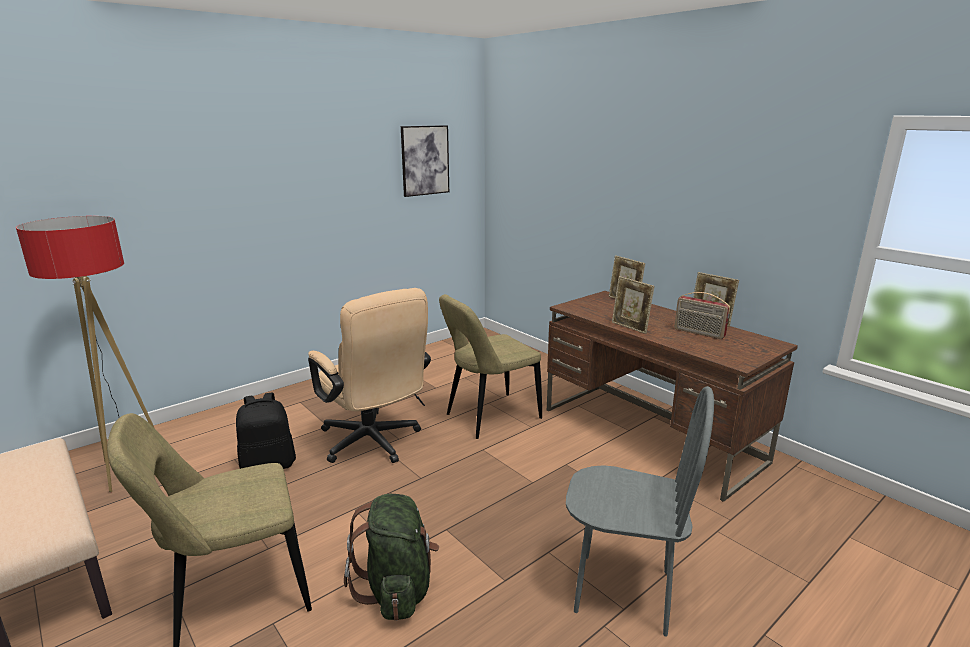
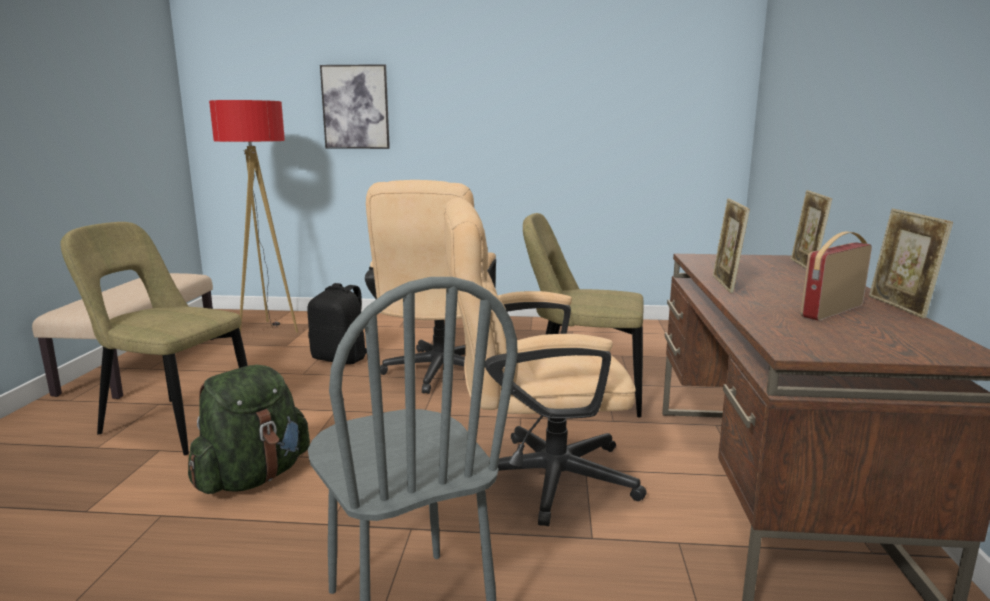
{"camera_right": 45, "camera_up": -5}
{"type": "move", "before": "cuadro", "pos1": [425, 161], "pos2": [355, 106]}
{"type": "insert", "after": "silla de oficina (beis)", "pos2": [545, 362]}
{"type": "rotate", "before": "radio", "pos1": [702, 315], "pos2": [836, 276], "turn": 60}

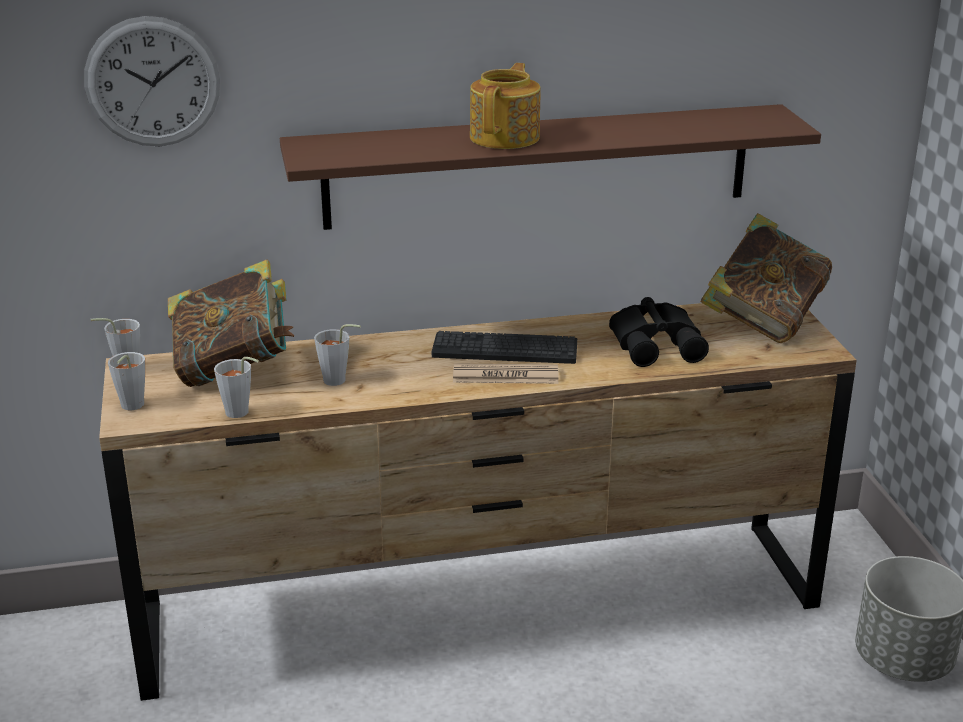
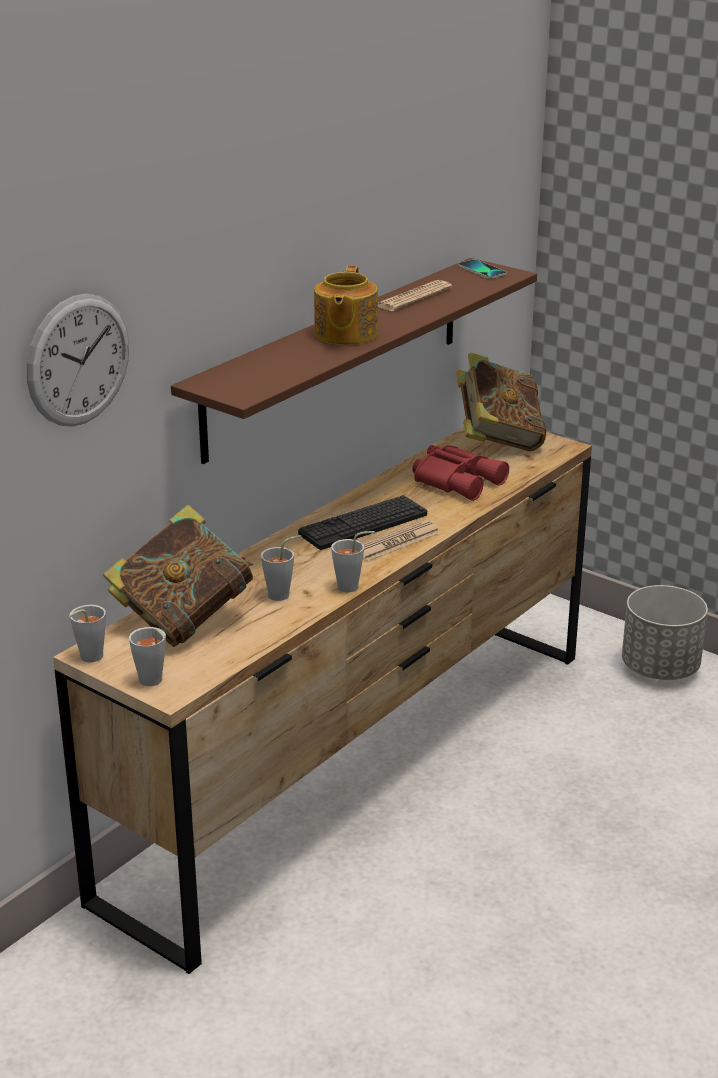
{"camera_right": -40, "camera_up": 0}
{"type": "rotate", "before": "tetera", "pos1": [505, 106], "pos2": [346, 305], "turn": -150}
{"type": "move", "before": "taza (gris)", "pos1": [236, 387], "pos2": [353, 561]}
{"type": "insert", "after": "periódico", "pos2": [415, 295]}
{"type": "recolor", "before": "prismáticos (negro)", "after": "prismáticos (rojo)", "pos1": [659, 332], "pos2": [460, 473]}
{"type": "insert", "after": "móvil", "pos2": [482, 269]}

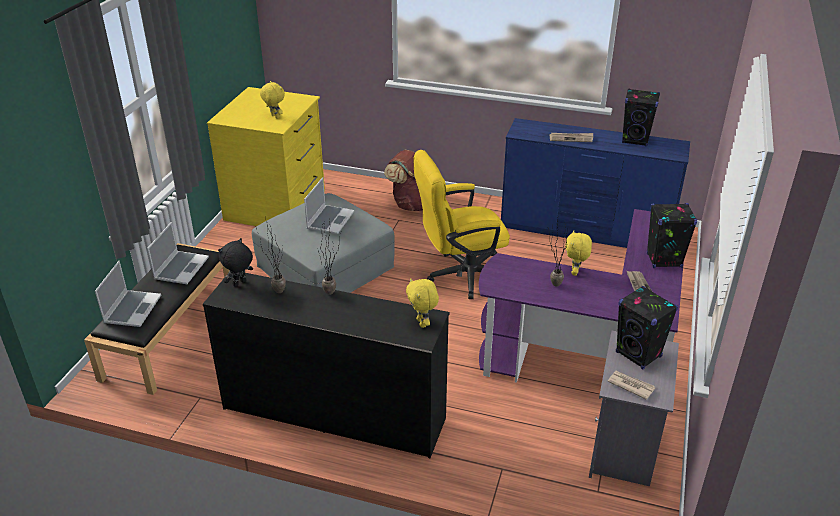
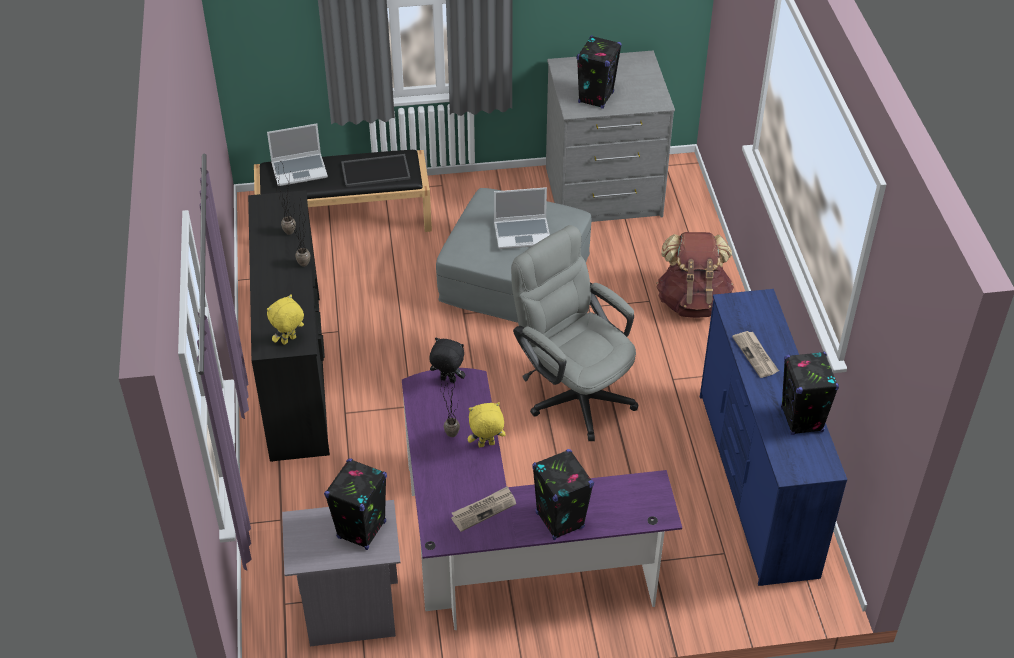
{"camera_right": 65, "camera_up": 10}
{"type": "replace", "before": "portátil", "after": "bandeja", "pos1": [178, 253], "pos2": [376, 170]}
{"type": "move", "before": "peluche (negro)", "pos1": [235, 262], "pos2": [447, 360]}
{"type": "recolor", "before": "silla de oficina (amarillo)", "after": "silla de oficina (gris)", "pos1": [462, 224], "pos2": [574, 333]}
{"type": "recolor", "before": "cómoda (amarillo)", "after": "cómoda (gris)", "pos1": [266, 156], "pos2": [610, 136]}
{"type": "replace", "before": "peluche (amarillo)", "after": "altavoz (negro)", "pos1": [272, 100], "pos2": [599, 72]}
{"type": "delete", "before": "periódico", "pos1": [631, 385]}

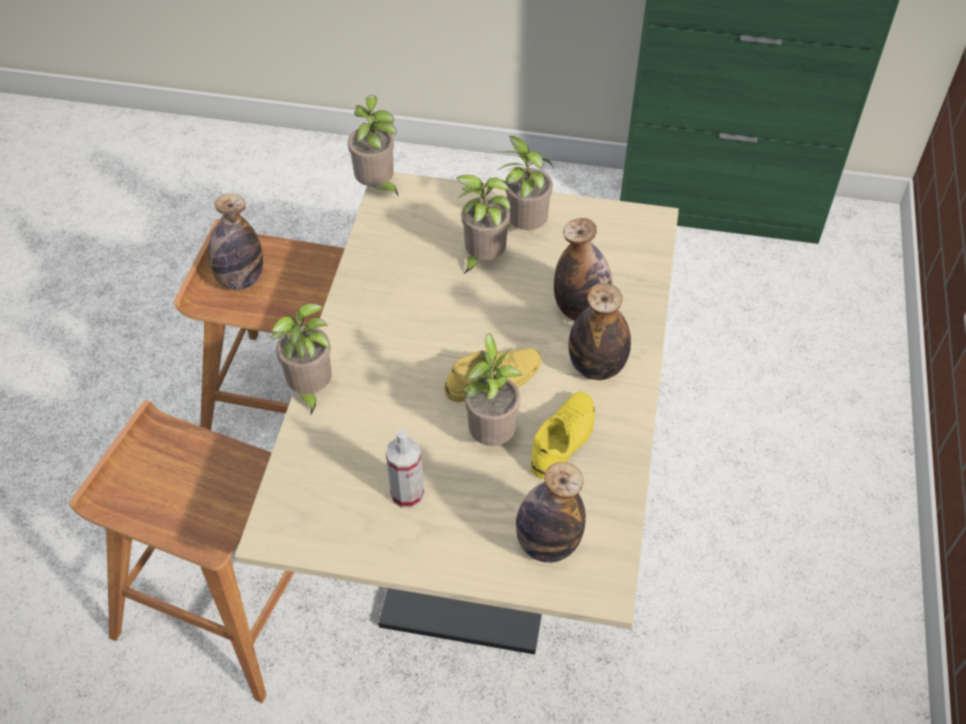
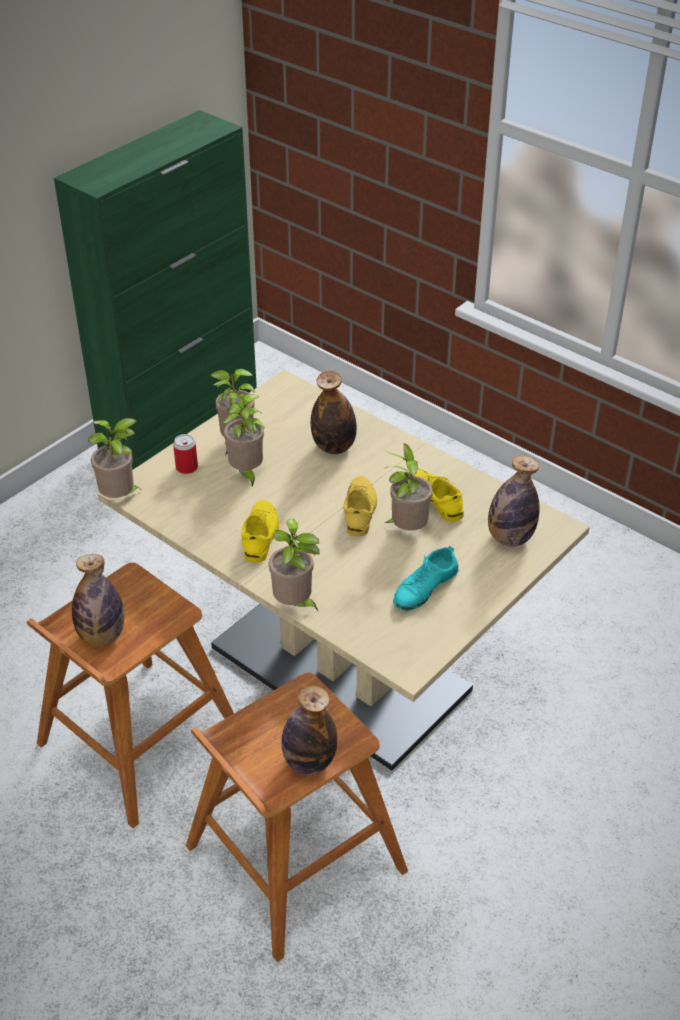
{"camera_right": -60, "camera_up": -10}
{"type": "insert", "after": "lata", "pos2": [185, 454]}
{"type": "insert", "after": "zapato (amarillo)", "pos2": [260, 531]}
{"type": "move", "before": "botella", "pos1": [600, 331], "pos2": [309, 730]}
{"type": "replace", "before": "pulverizador", "after": "zapato (turquesa)", "pos1": [405, 469], "pos2": [425, 578]}

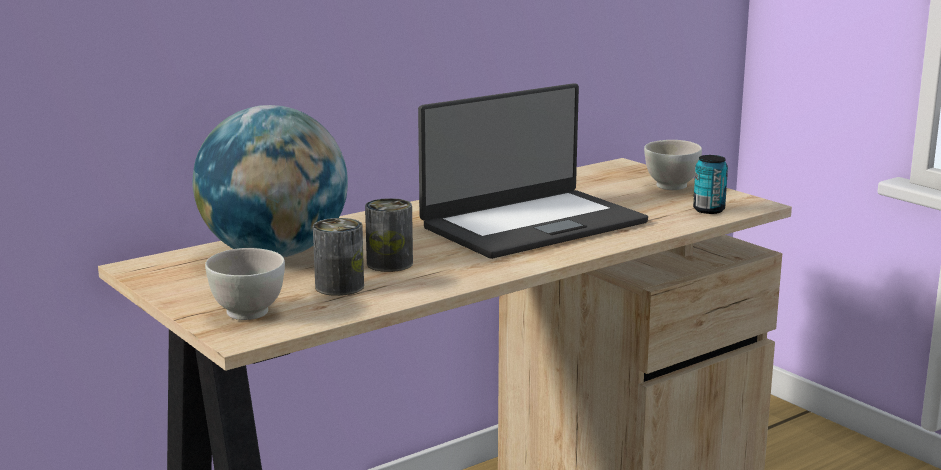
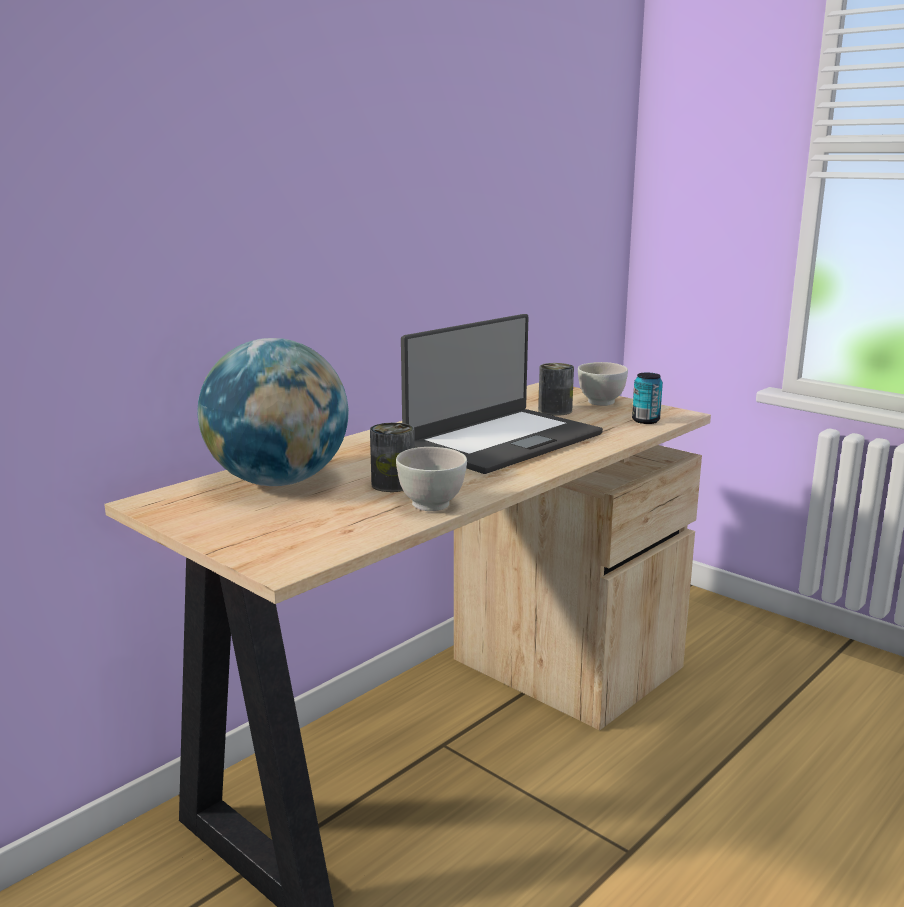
{"camera_right": -10, "camera_up": 0}
{"type": "move", "before": "cuenco (blanco)", "pos1": [245, 284], "pos2": [431, 479]}
{"type": "move", "before": "lata", "pos1": [338, 257], "pos2": [556, 389]}

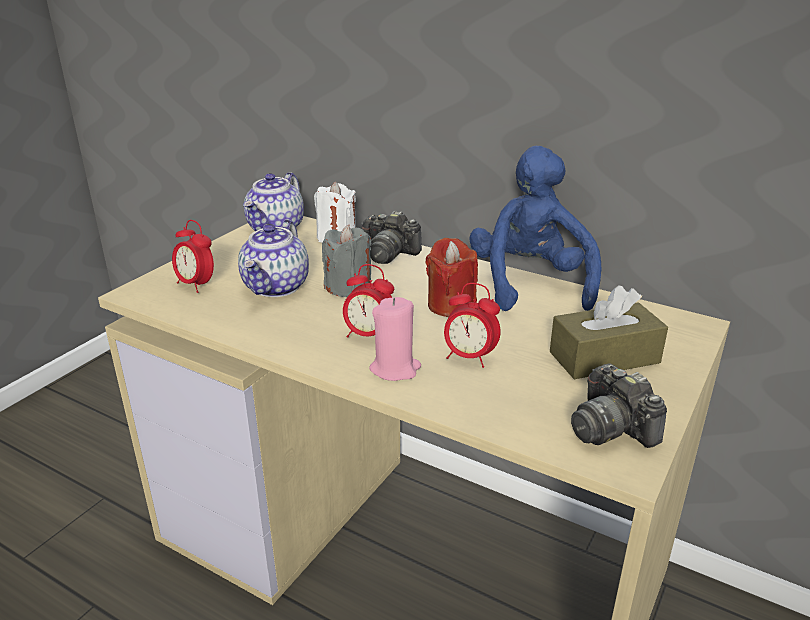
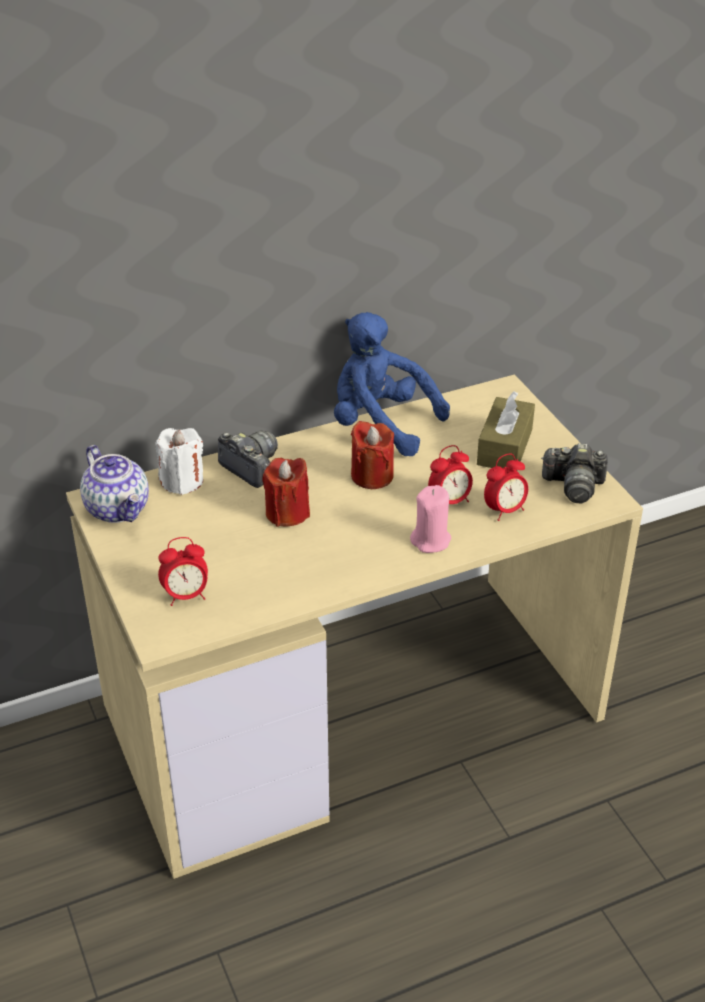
{"camera_right": -55, "camera_up": 10}
{"type": "rotate", "before": "cámara", "pos1": [391, 237], "pos2": [248, 459], "turn": -105}
{"type": "recolor", "before": "vela (gris)", "after": "vela (rojo)", "pos1": [346, 261], "pos2": [286, 492]}
{"type": "move", "before": "despertador", "pos1": [368, 301], "pos2": [506, 487]}
{"type": "delete", "before": "tetera", "pos1": [273, 258]}

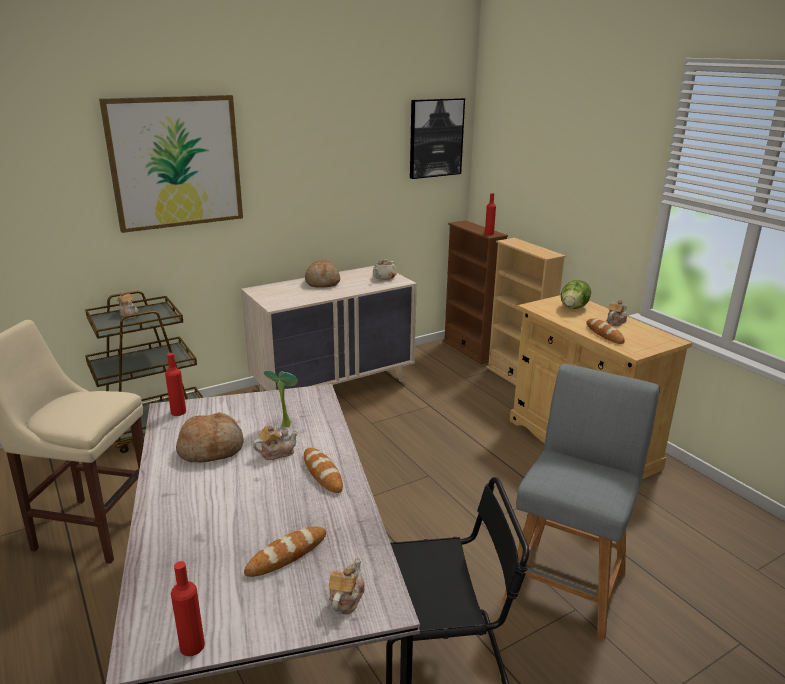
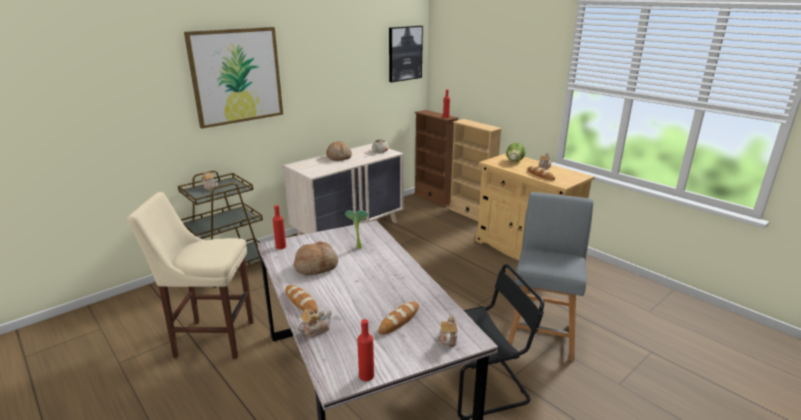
{"camera_right": -10, "camera_up": 0}
{"type": "move", "before": "pan", "pos1": [323, 470], "pos2": [301, 299]}
{"type": "move", "before": "tetera", "pos1": [275, 442], "pos2": [314, 323]}

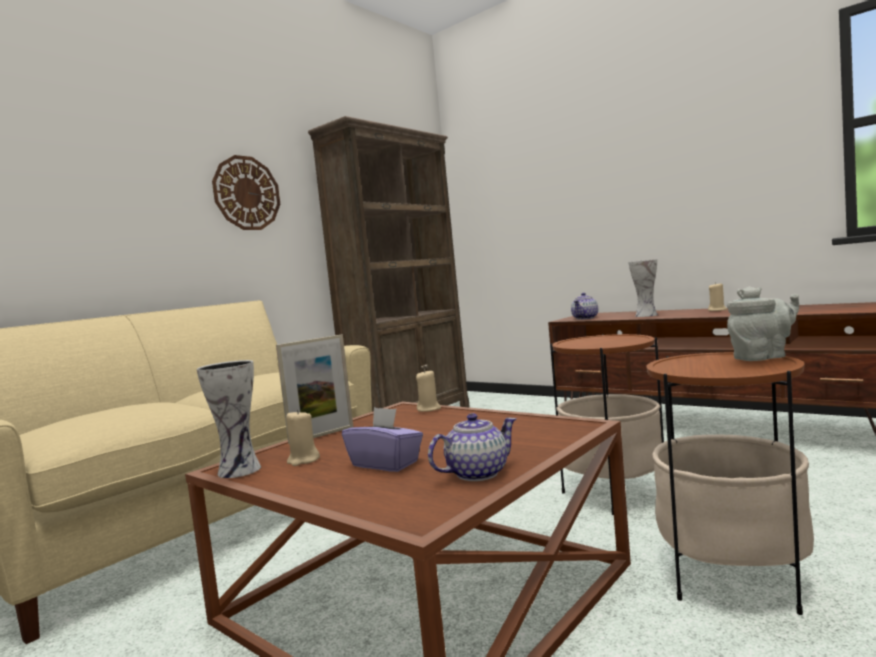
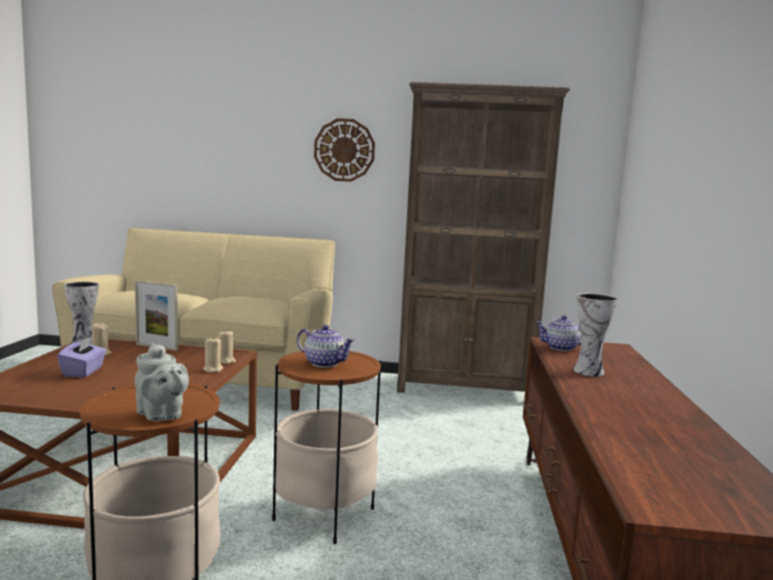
{"camera_right": 55, "camera_up": 5}
{"type": "move", "before": "vela (beis)", "pos1": [717, 297], "pos2": [213, 354]}
{"type": "move", "before": "tetera", "pos1": [472, 447], "pos2": [326, 346]}

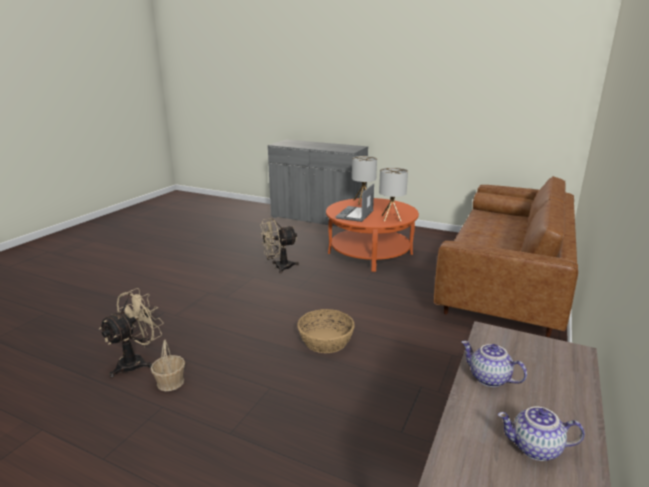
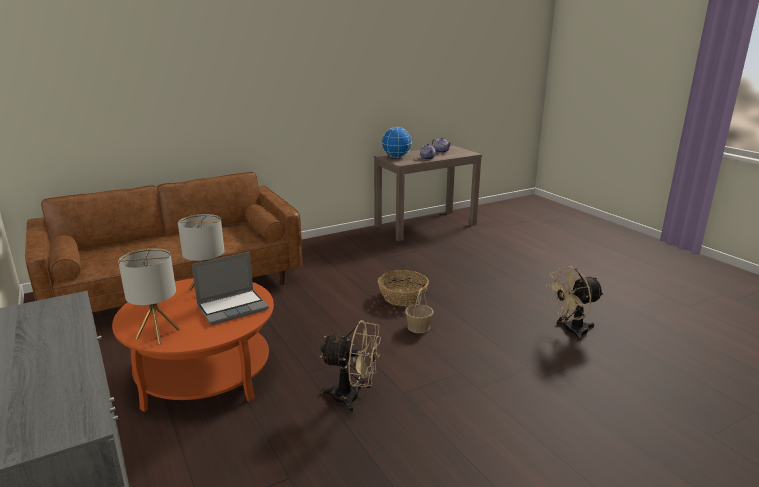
{"camera_right": -145, "camera_up": 0}
{"type": "insert", "after": "globo terráqueo", "pos2": [397, 142]}
{"type": "move", "before": "cesta", "pos1": [168, 365], "pos2": [419, 311]}

